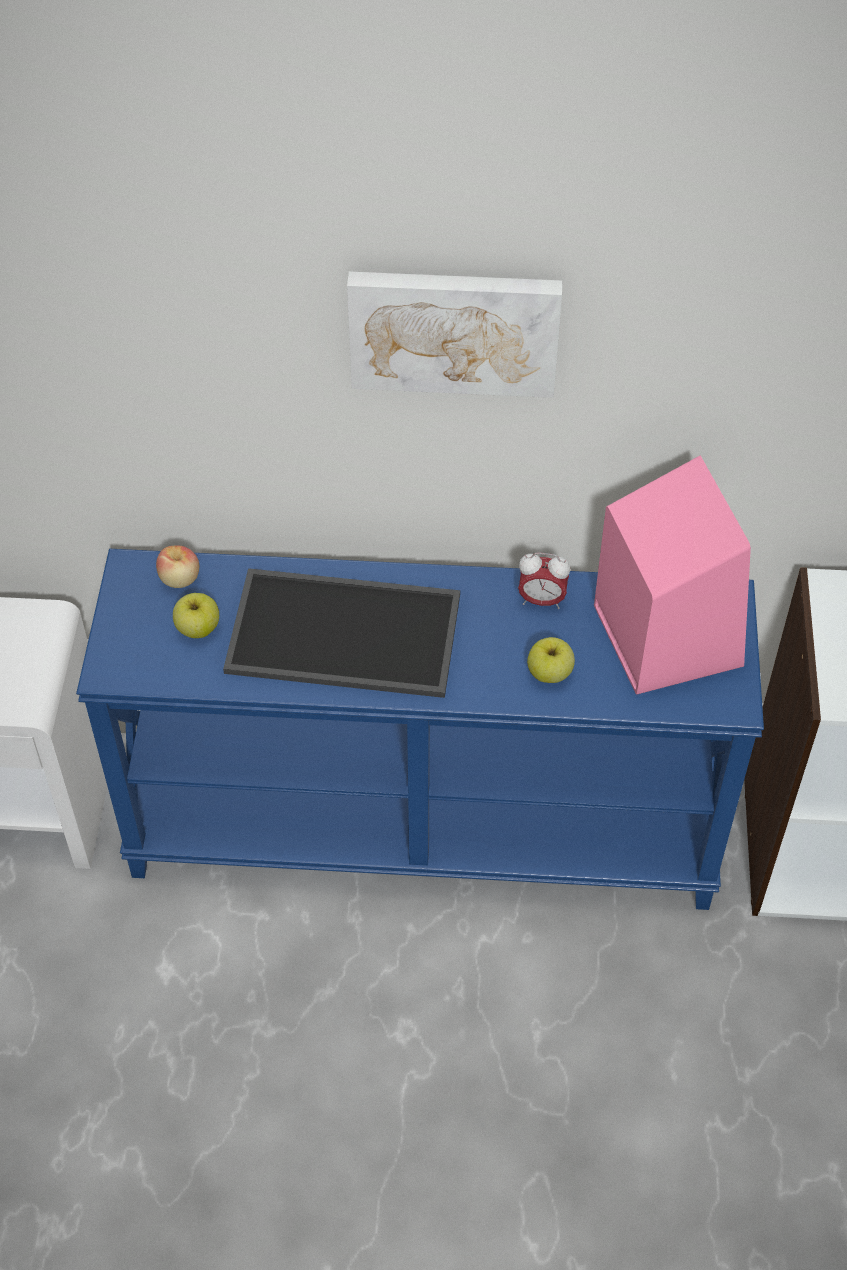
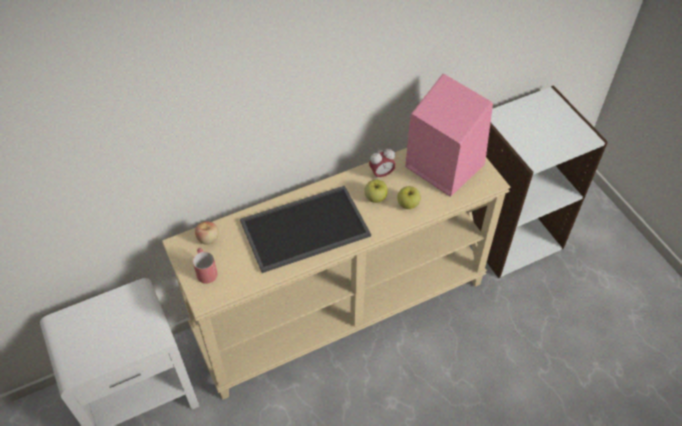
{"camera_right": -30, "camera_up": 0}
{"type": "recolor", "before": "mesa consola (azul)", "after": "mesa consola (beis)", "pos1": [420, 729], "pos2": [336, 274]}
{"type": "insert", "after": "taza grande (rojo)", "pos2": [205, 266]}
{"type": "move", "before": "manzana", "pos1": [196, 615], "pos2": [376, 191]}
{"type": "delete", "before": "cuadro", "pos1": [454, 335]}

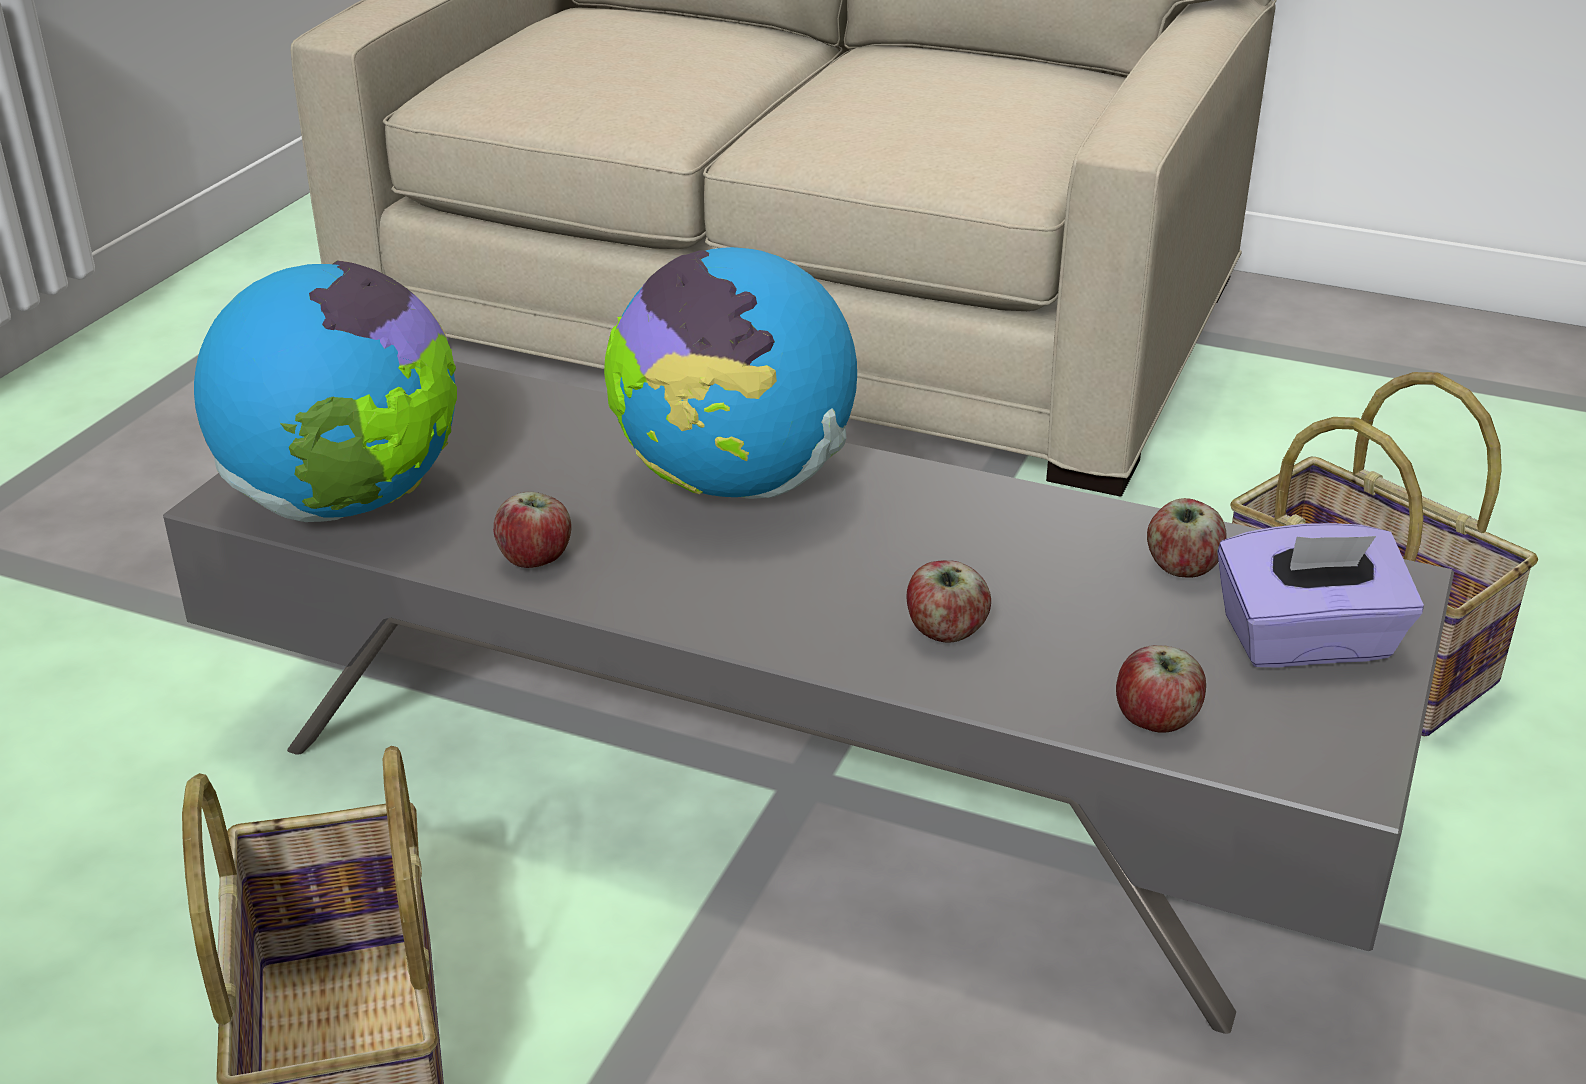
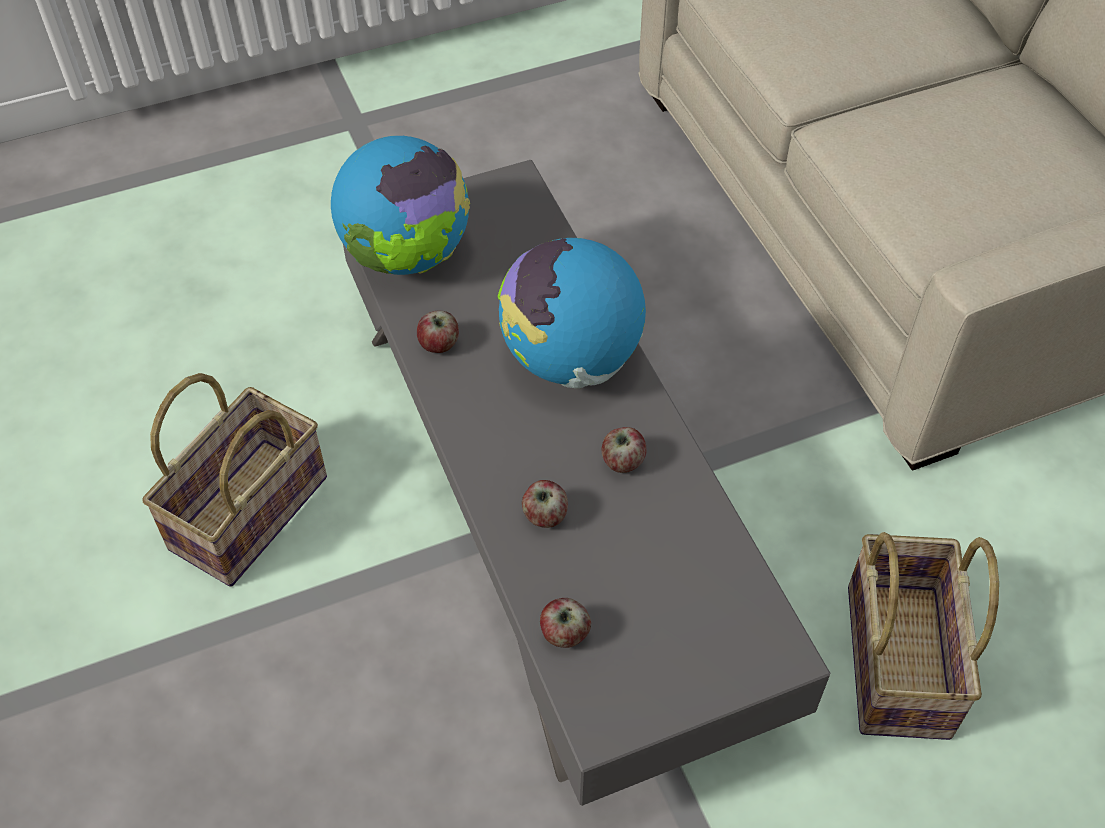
{"camera_right": 45, "camera_up": 20}
{"type": "move", "before": "manzana", "pos1": [1187, 538], "pos2": [624, 450]}
{"type": "delete", "before": "caja de pañuelos (morado)", "pos1": [1320, 595]}

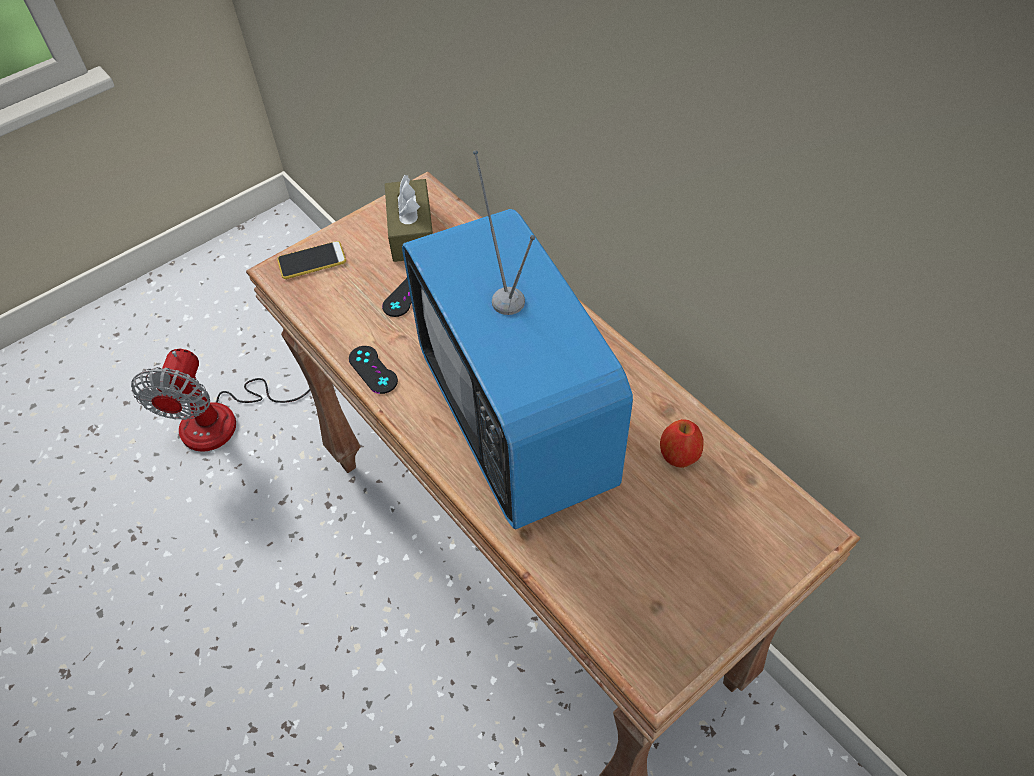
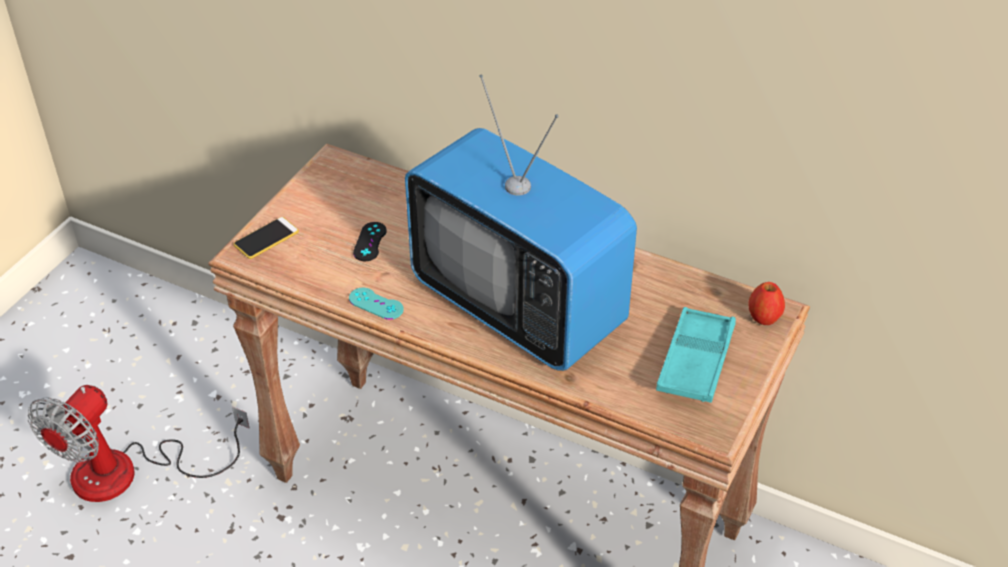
{"camera_right": -25, "camera_up": -10}
{"type": "rotate", "before": "ventilador", "pos1": [221, 400], "pos2": [138, 443], "turn": 45}
{"type": "recolor", "before": "mando de consola (negro)", "after": "mando de consola (turquesa)", "pos1": [373, 370], "pos2": [376, 303]}
{"type": "insert", "after": "bandeja (turquesa)", "pos2": [696, 355]}
{"type": "move", "before": "manzana", "pos1": [682, 443], "pos2": [766, 303]}
{"type": "delete", "before": "caja de pañuelos (marrón)", "pos1": [409, 218]}

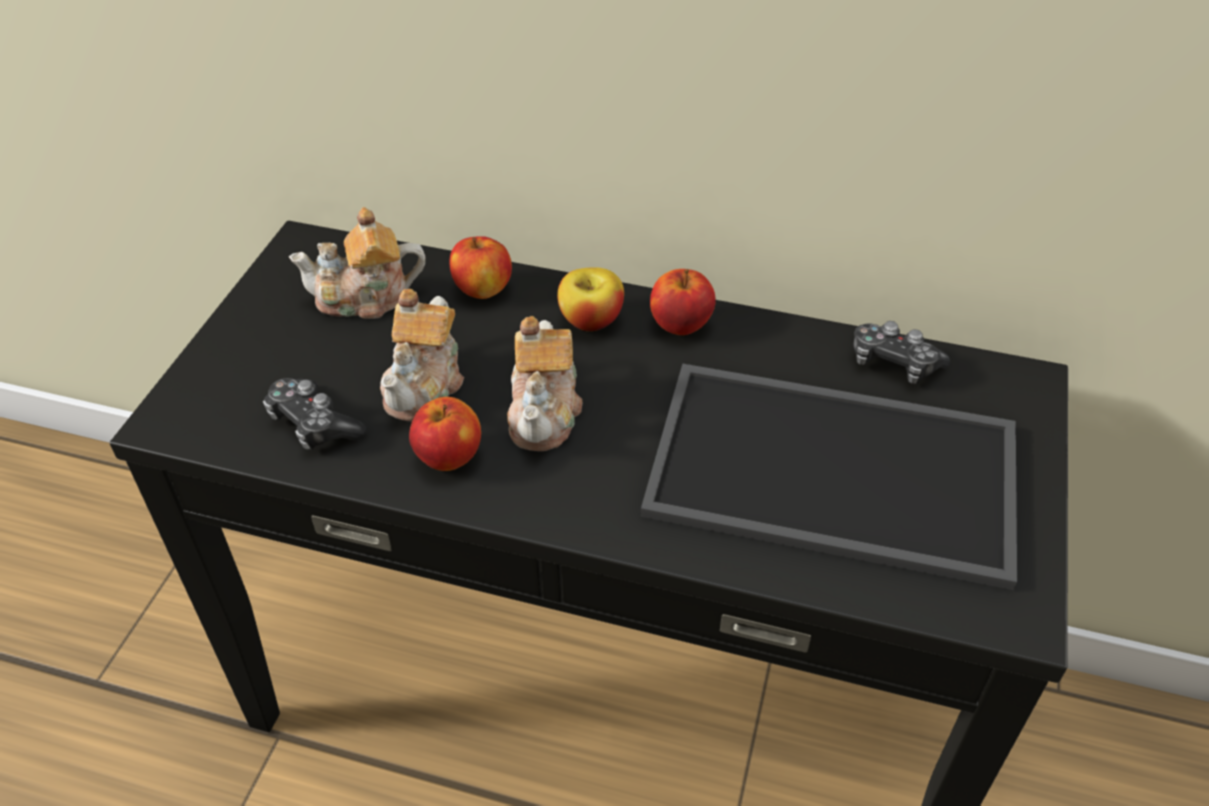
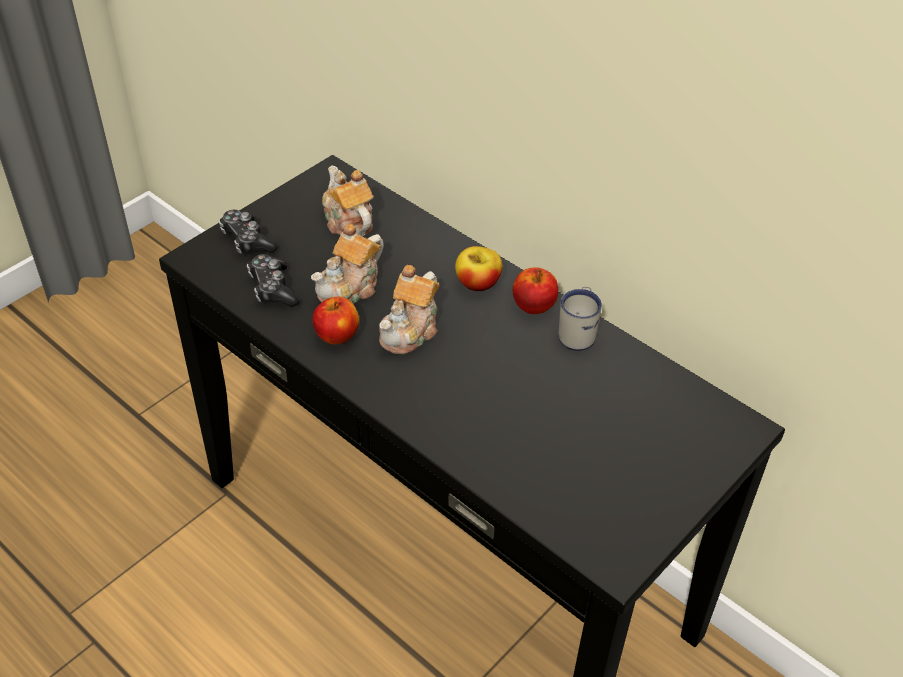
{"camera_right": 25, "camera_up": 0}
{"type": "move", "before": "mando de consola", "pos1": [901, 352], "pos2": [248, 232]}
{"type": "rotate", "before": "tetera", "pos1": [357, 263], "pos2": [347, 200], "turn": 45}
{"type": "insert", "after": "taza grande (blanco)", "pos2": [580, 319]}
{"type": "delete", "before": "manzana", "pos1": [480, 267]}
{"type": "delete", "before": "bandeja", "pos1": [828, 476]}

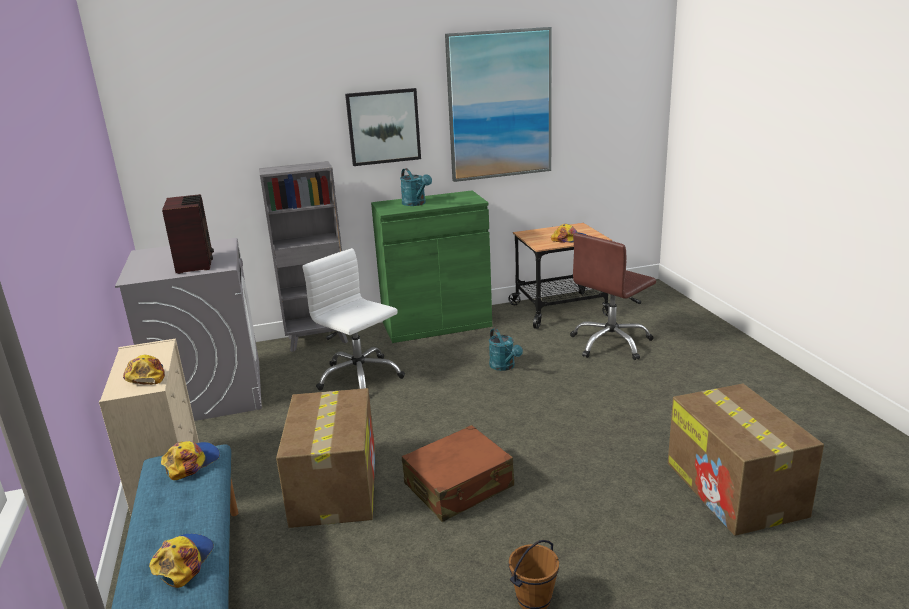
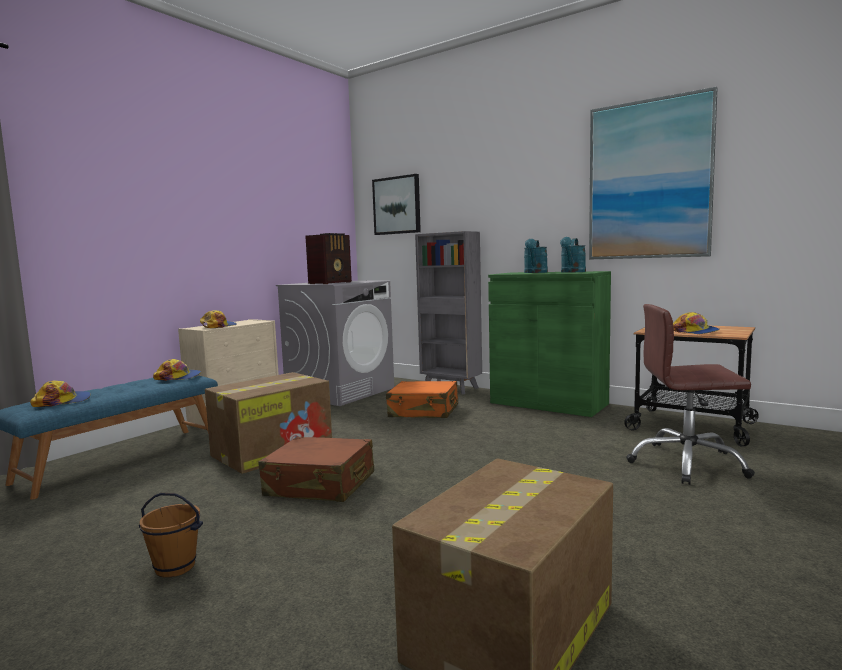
{"camera_right": 50, "camera_up": -15}
{"type": "move", "before": "cuadro", "pos1": [383, 127], "pos2": [396, 204]}
{"type": "replace", "before": "silla de oficina (blanco)", "after": "maleta (naranja)", "pos1": [353, 319], "pos2": [422, 399]}
{"type": "move", "before": "regadera (turquesa)", "pos1": [506, 349], "pos2": [573, 255]}

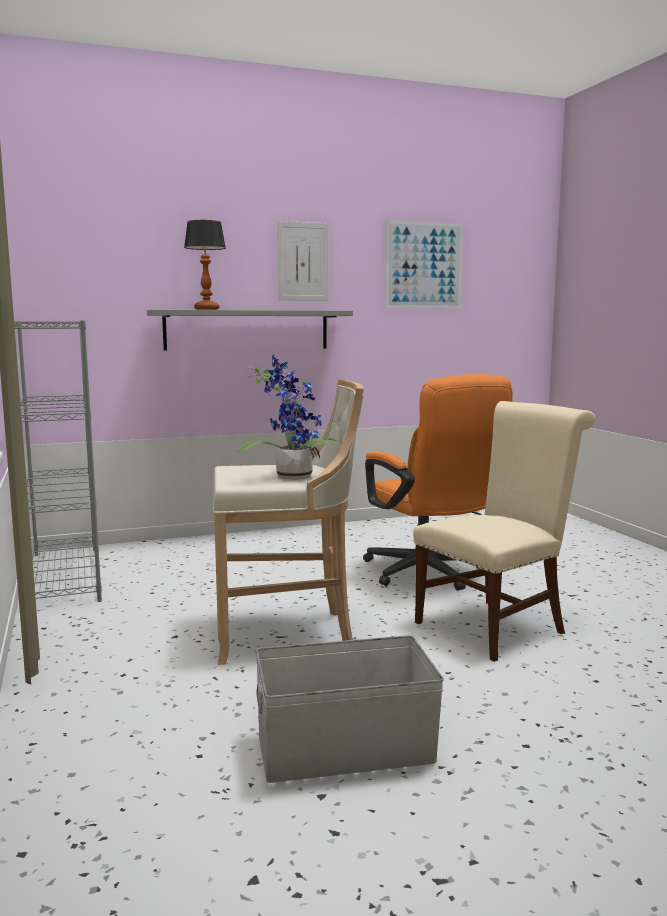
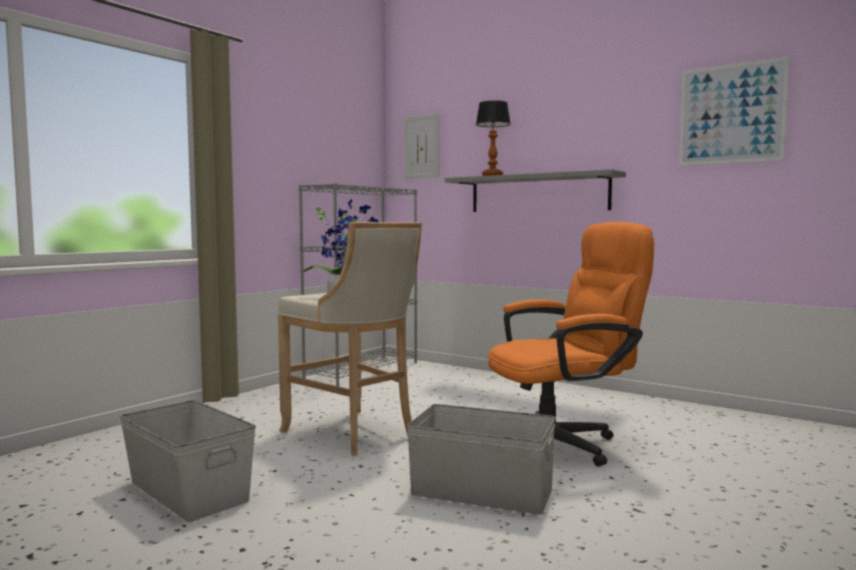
{"camera_right": 55, "camera_up": -5}
{"type": "move", "before": "cuadro", "pos1": [302, 261], "pos2": [422, 146]}
{"type": "replace", "before": "silla (beis)", "after": "caja de almacenaje (gris)", "pos1": [504, 531], "pos2": [481, 459]}
{"type": "rotate", "before": "silla de oficina (naranja)", "pos1": [438, 482], "pos2": [571, 344], "turn": -135}

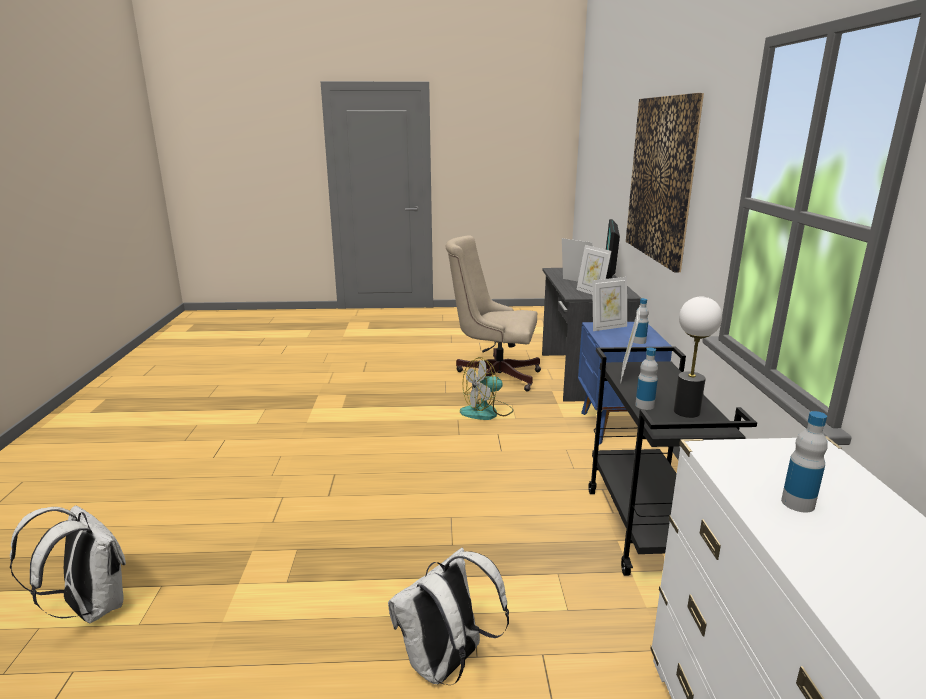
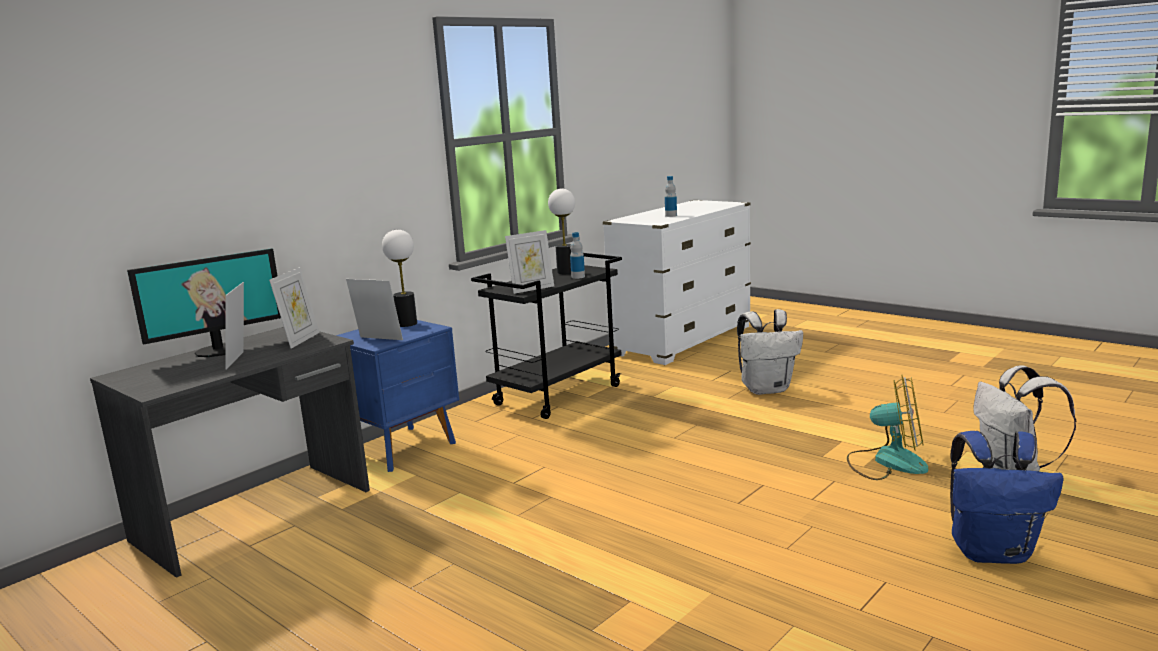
{"camera_right": -135, "camera_up": -5}
{"type": "replace", "before": "botella", "after": "lámpara de mesa", "pos1": [641, 321], "pos2": [399, 278]}
{"type": "move", "before": "ventilador", "pos1": [487, 388], "pos2": [887, 427]}
{"type": "insert", "after": "mochila (azul)", "pos2": [1006, 497]}
{"type": "delete", "before": "silla de oficina (beis)", "pos1": [493, 313]}
{"type": "delete", "before": "cuadro", "pos1": [665, 183]}

